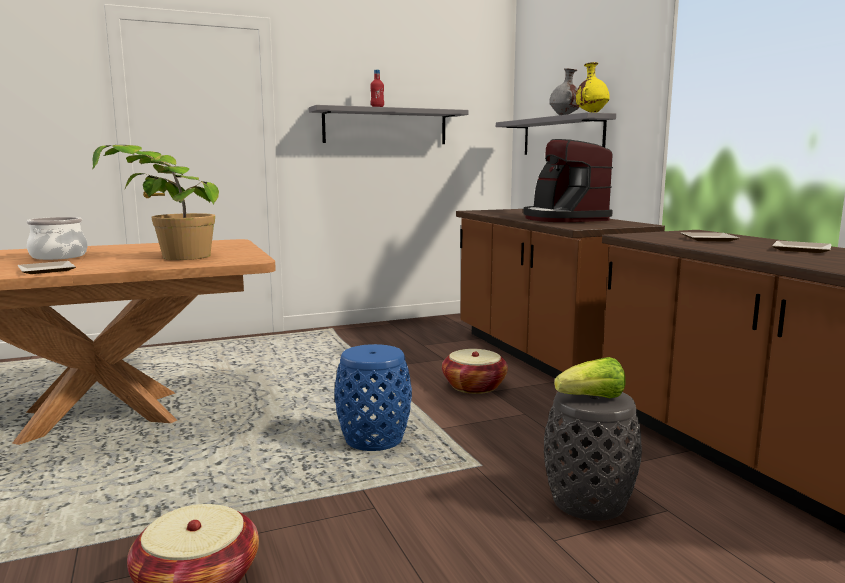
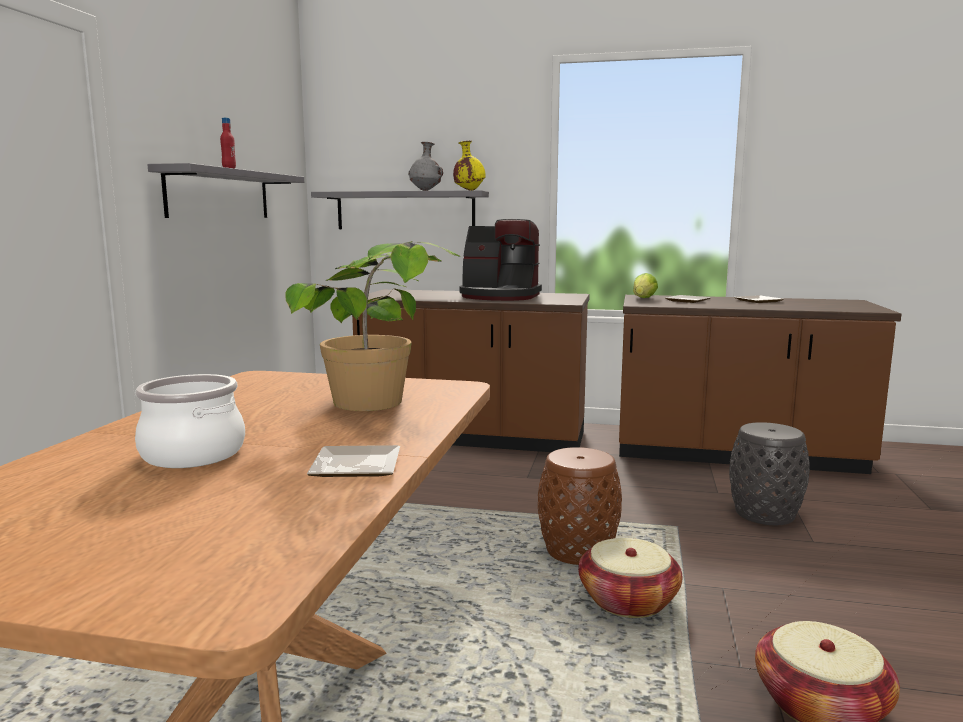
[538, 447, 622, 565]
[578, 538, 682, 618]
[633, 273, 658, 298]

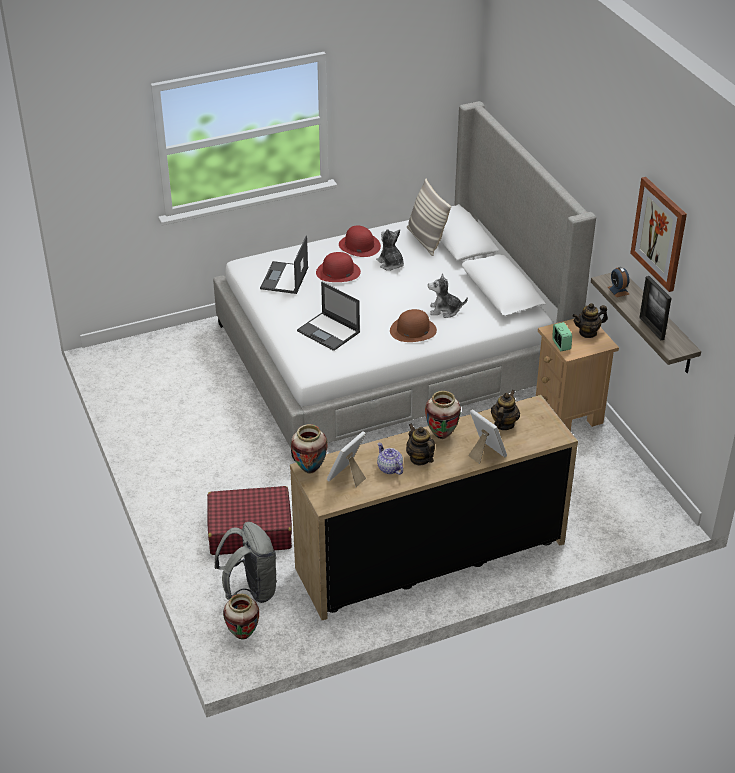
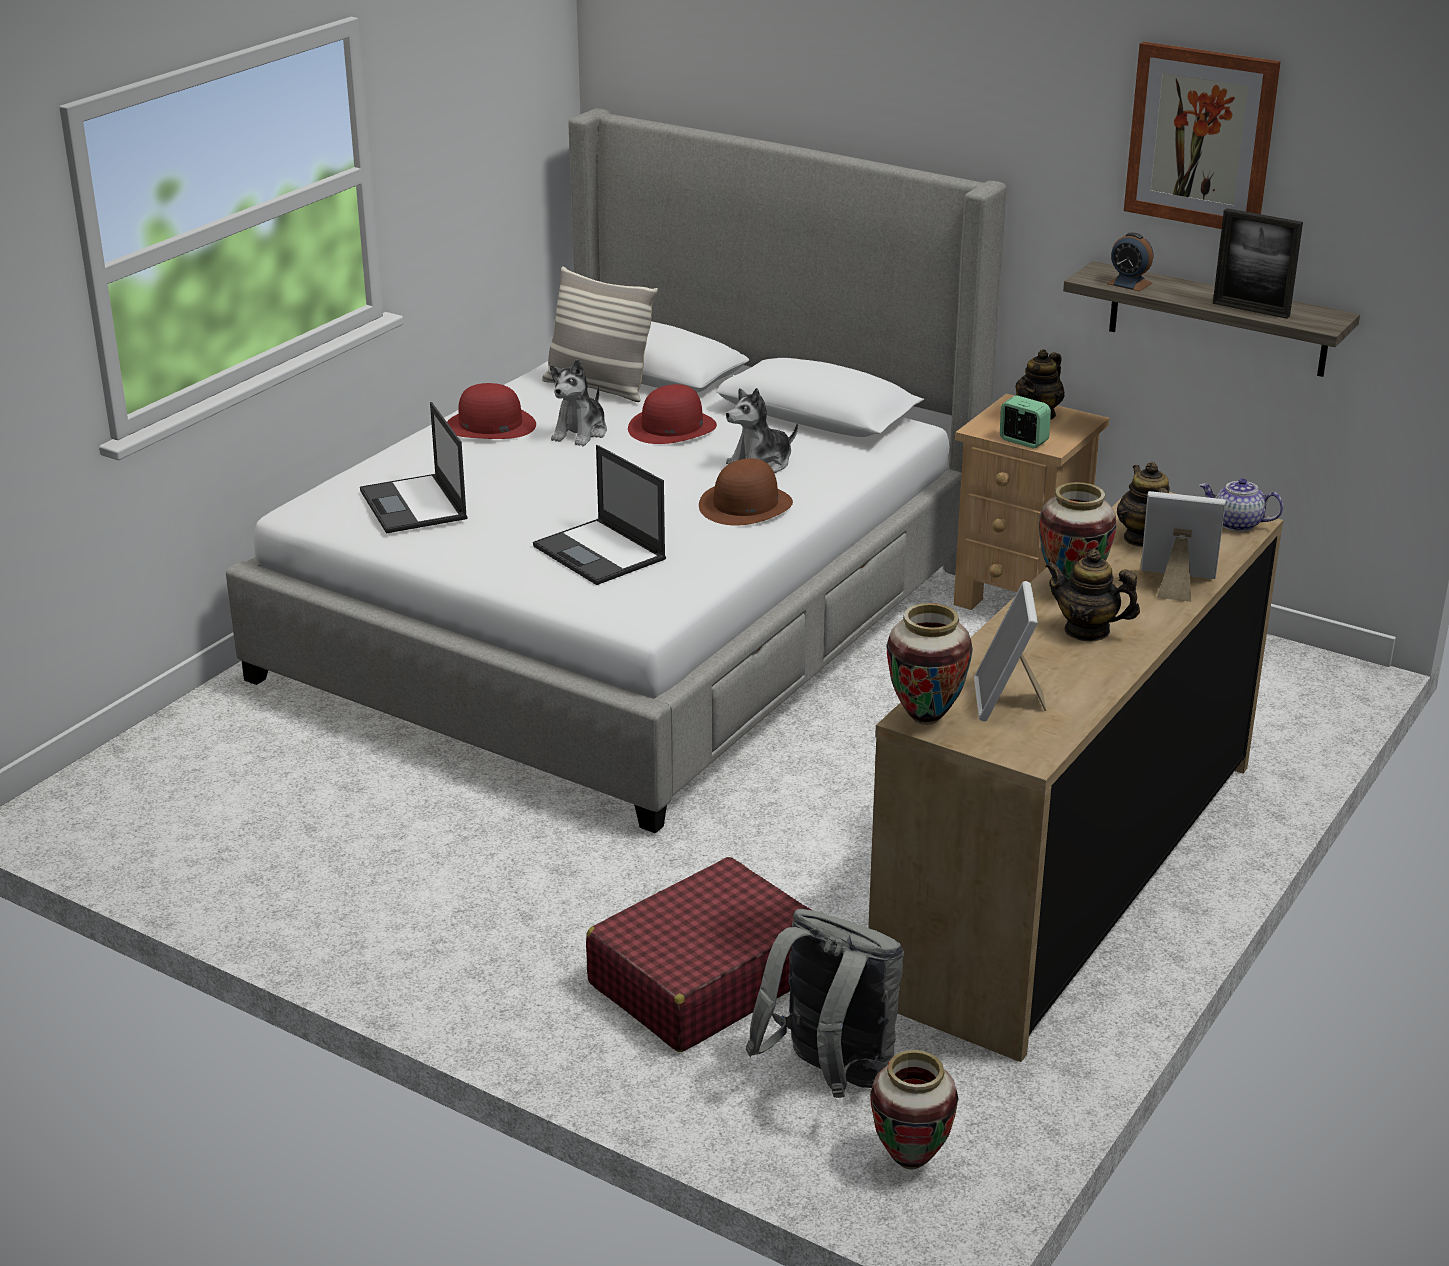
[533, 445, 666, 585]
[550, 359, 607, 446]
[628, 384, 717, 444]
[1200, 478, 1283, 532]

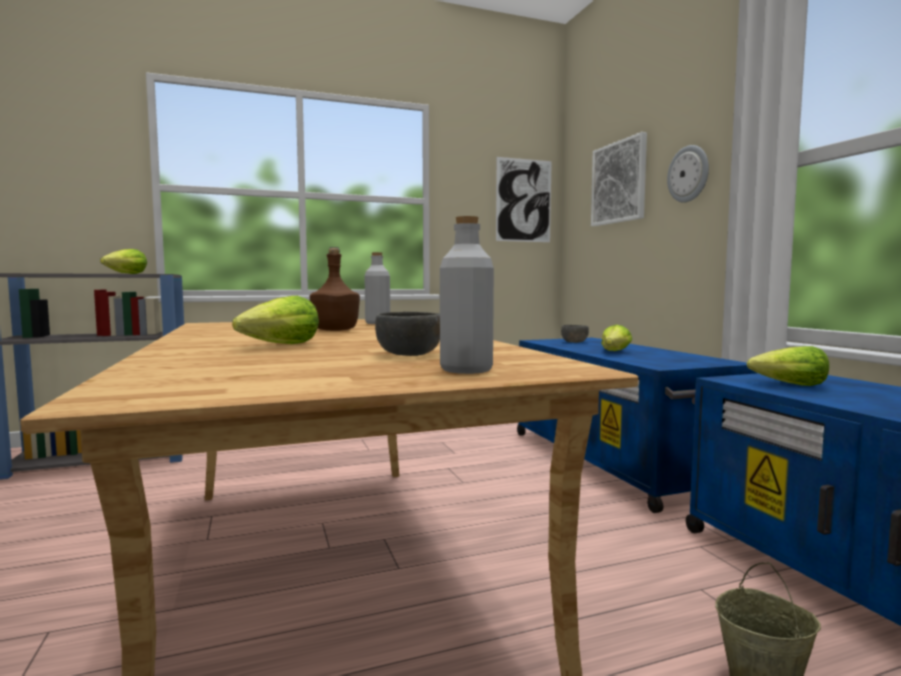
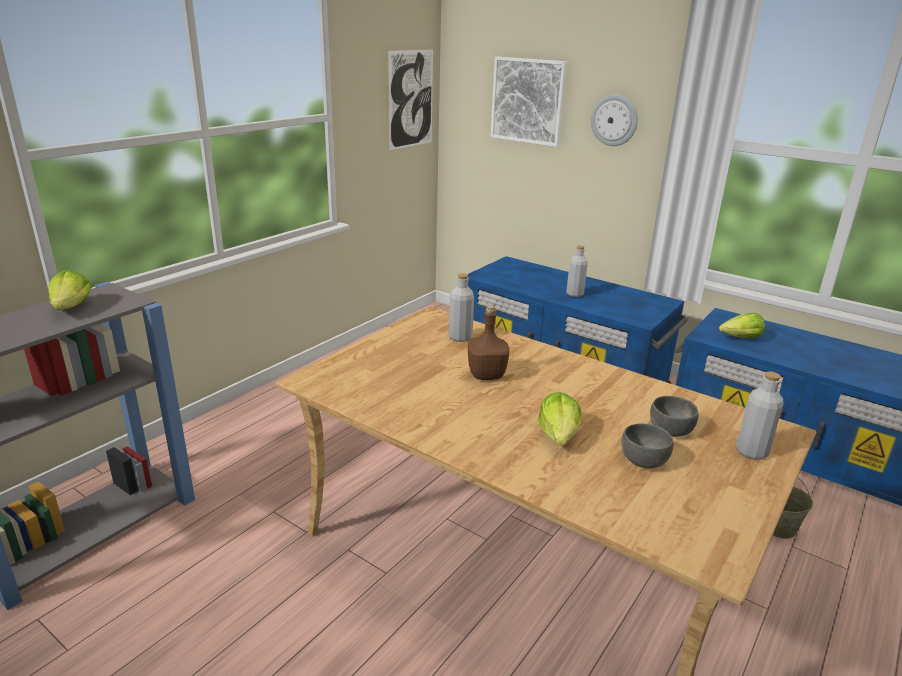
[566, 245, 588, 297]
[621, 423, 673, 469]

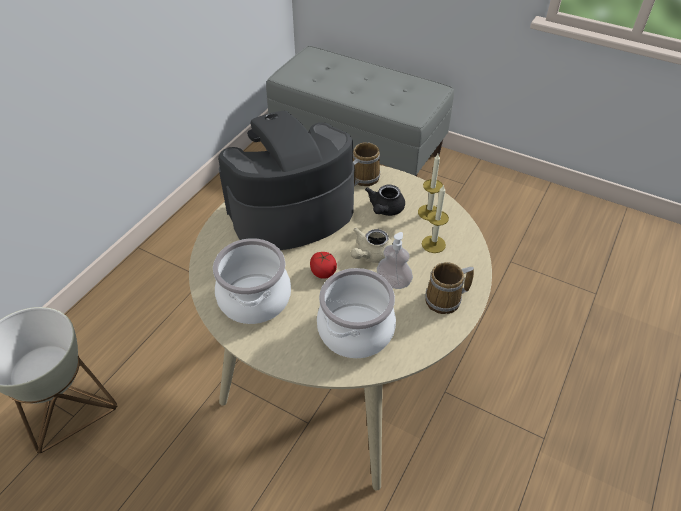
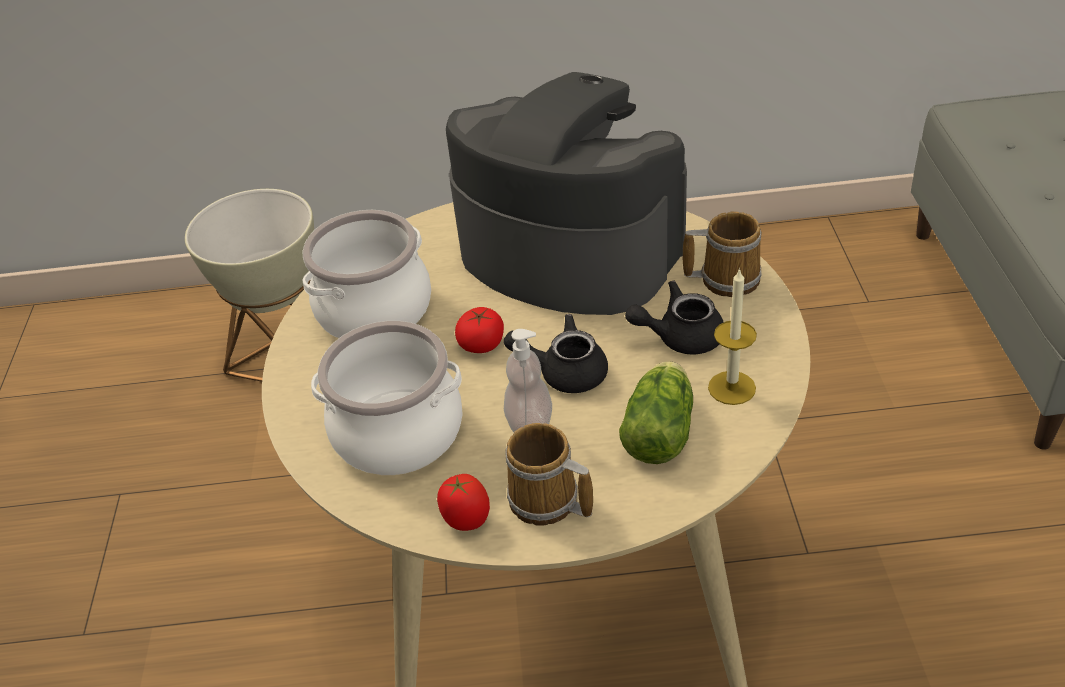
[437, 474, 490, 531]
[504, 314, 608, 393]
[619, 361, 693, 464]

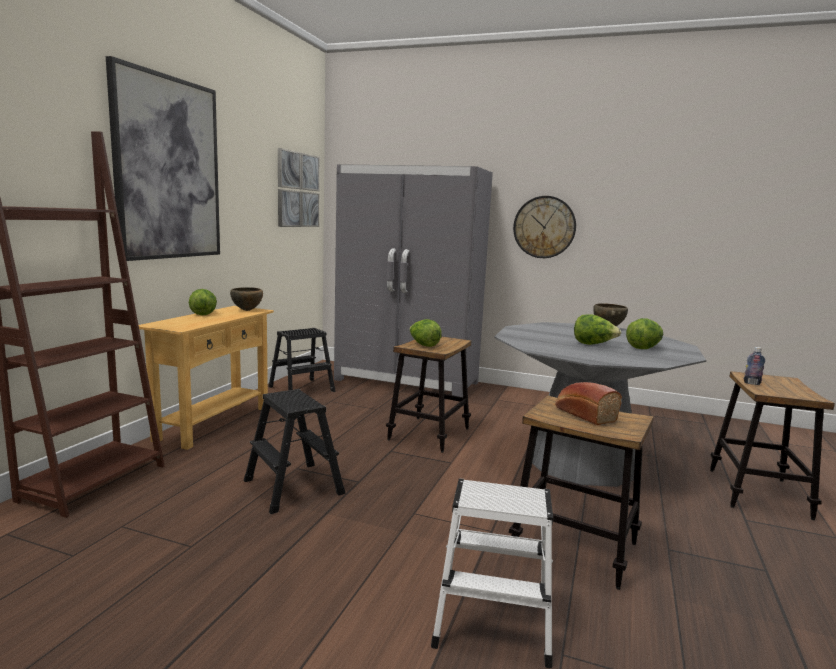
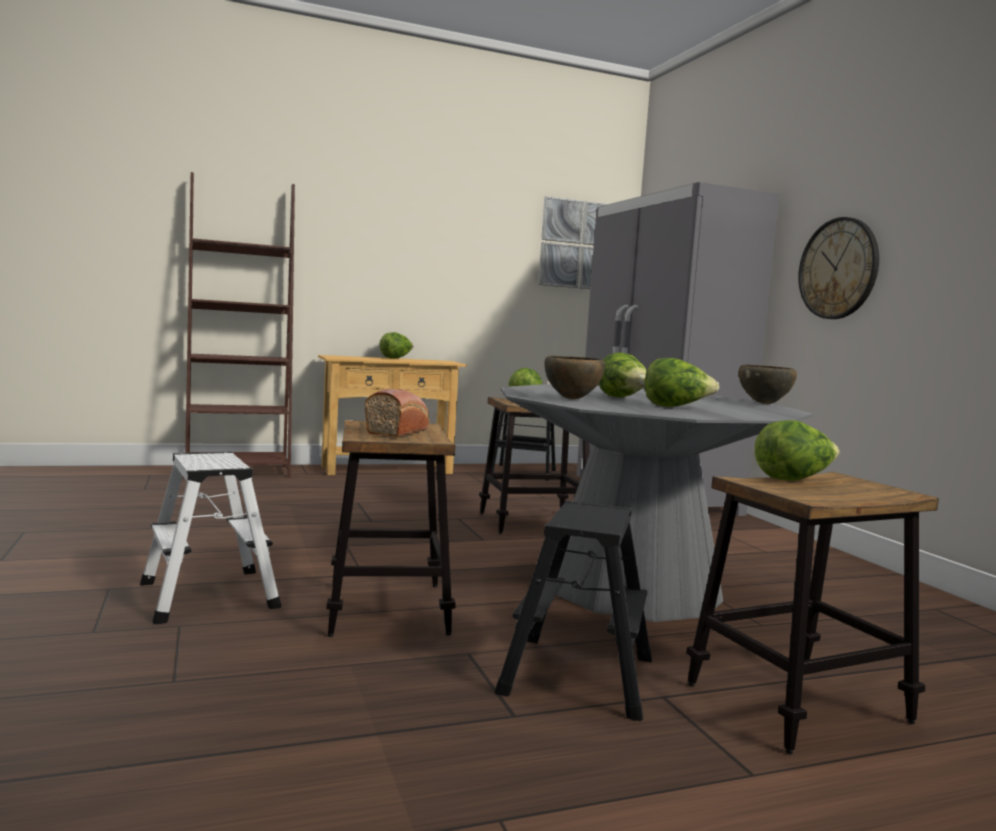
[494, 500, 652, 721]
[544, 356, 605, 400]
[754, 420, 840, 481]
[106, 56, 220, 261] (first image)

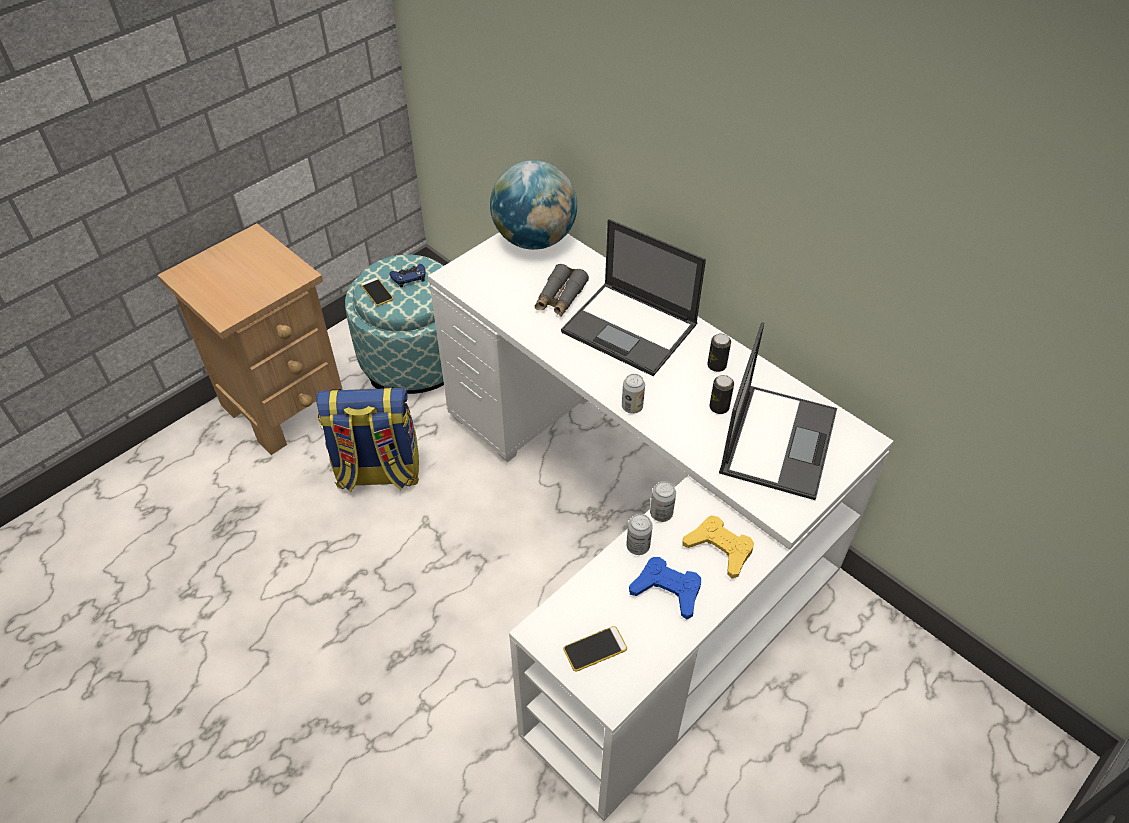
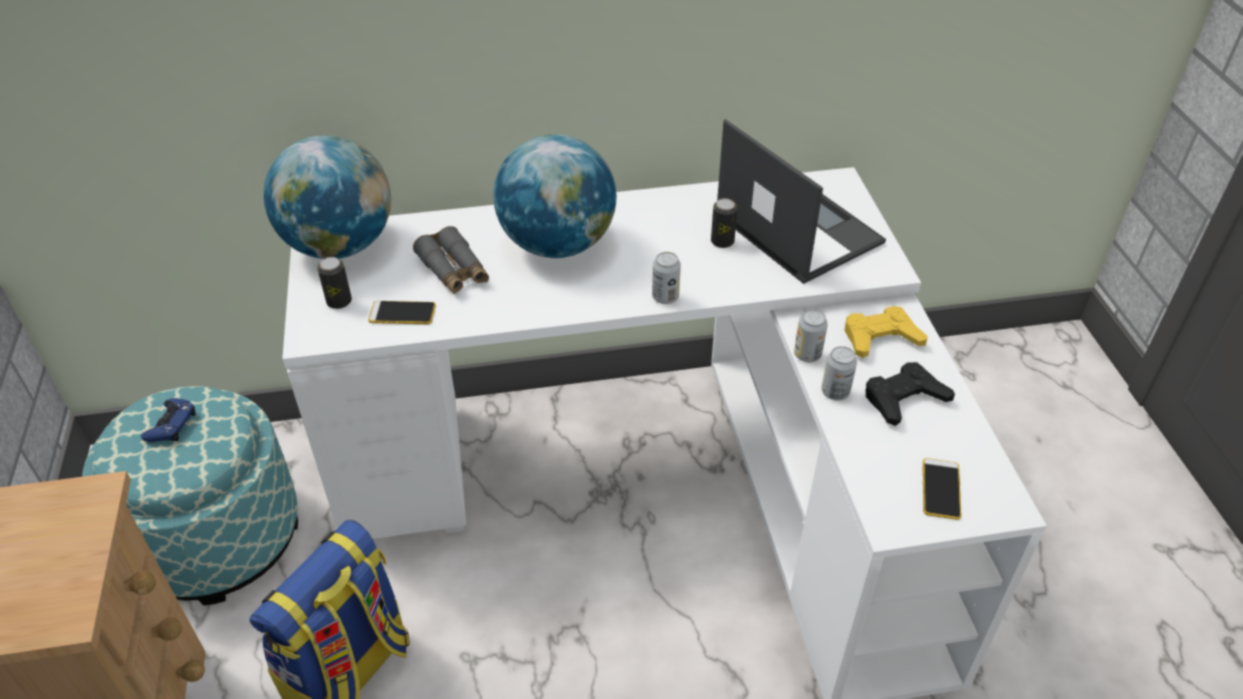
[317, 257, 352, 309]
[368, 301, 436, 324]
[494, 134, 617, 258]
[866, 362, 955, 426]

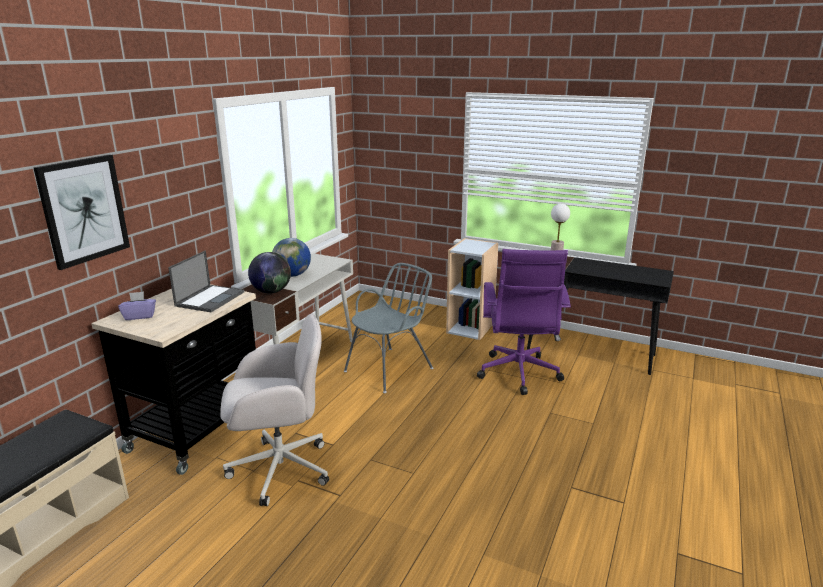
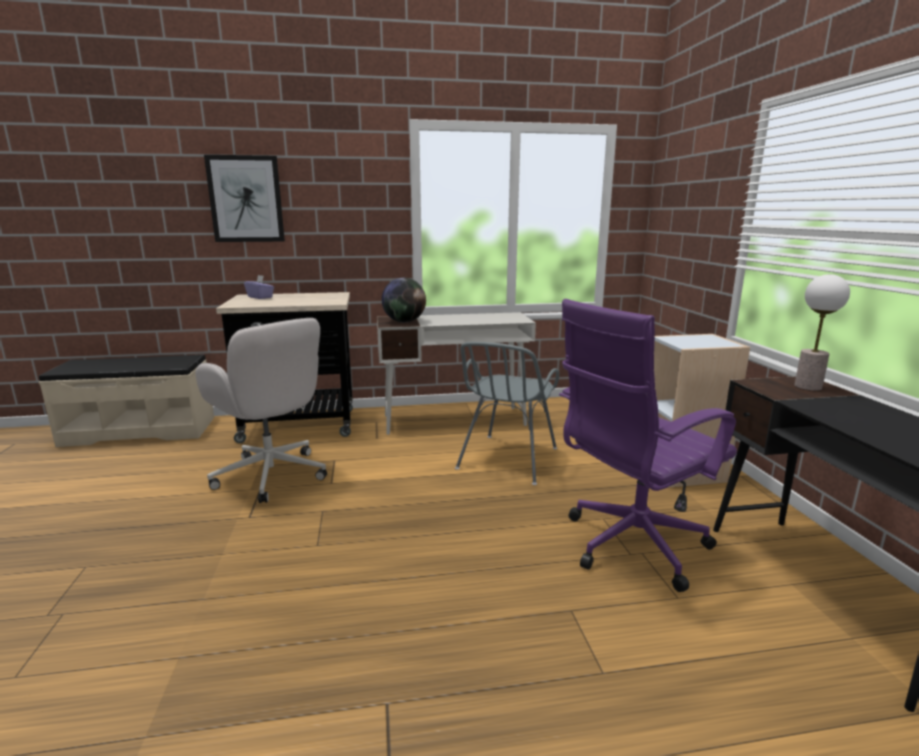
[455, 342, 559, 485]
[168, 251, 244, 312] (first image)
[272, 238, 311, 277] (first image)

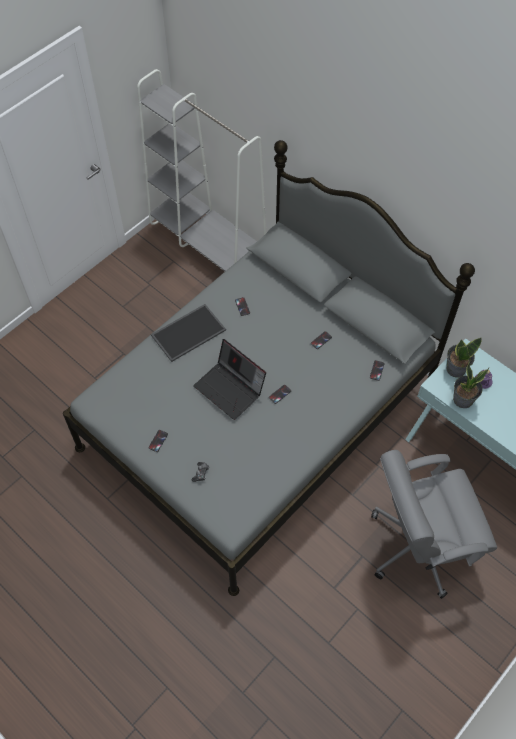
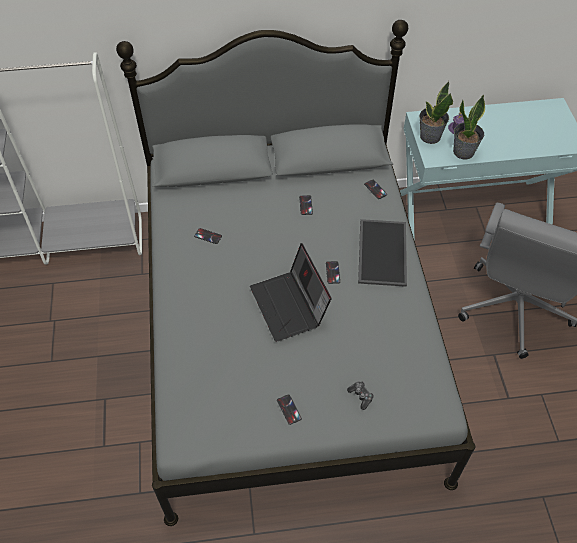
[250, 243, 332, 342]
[358, 219, 407, 287]

